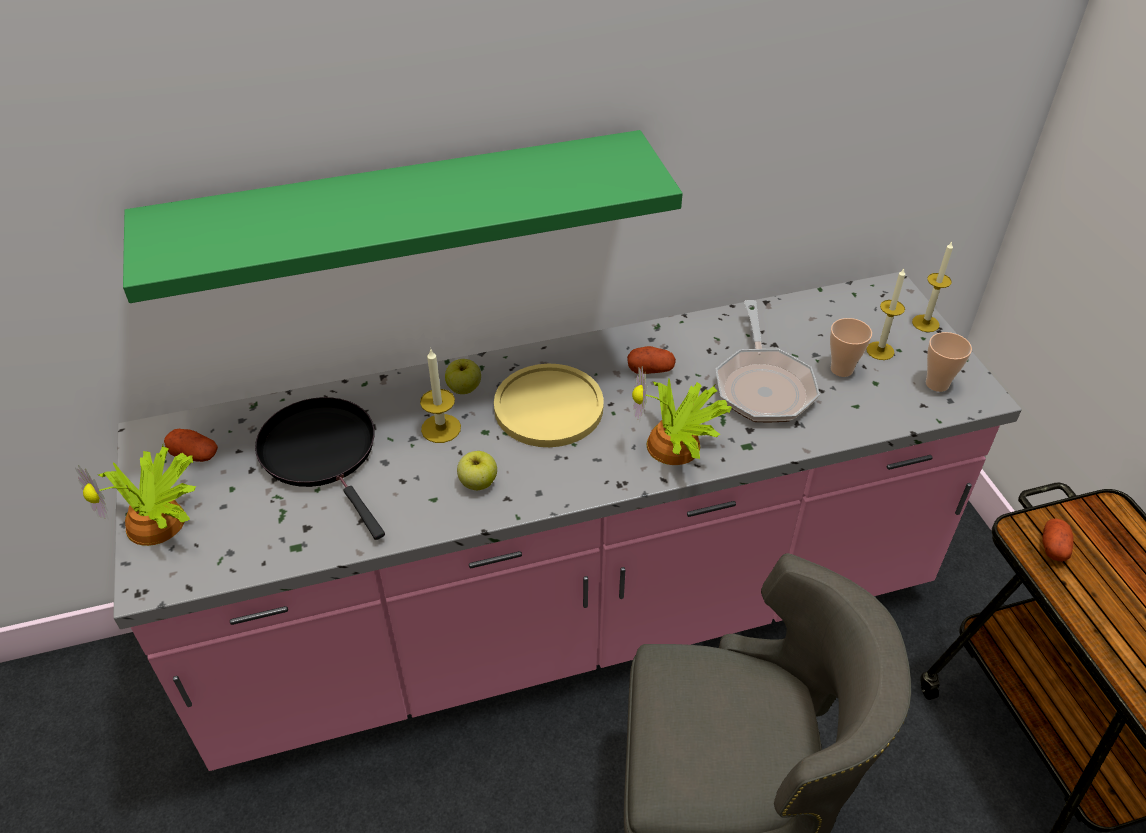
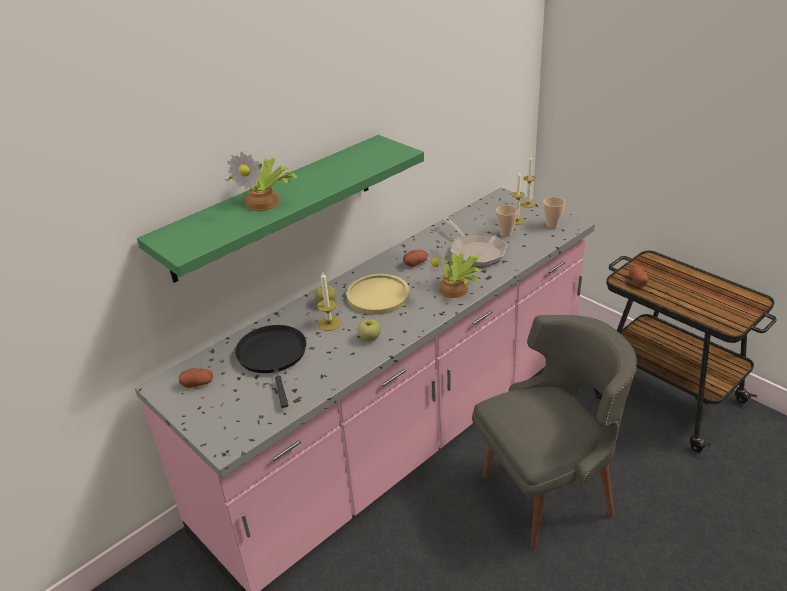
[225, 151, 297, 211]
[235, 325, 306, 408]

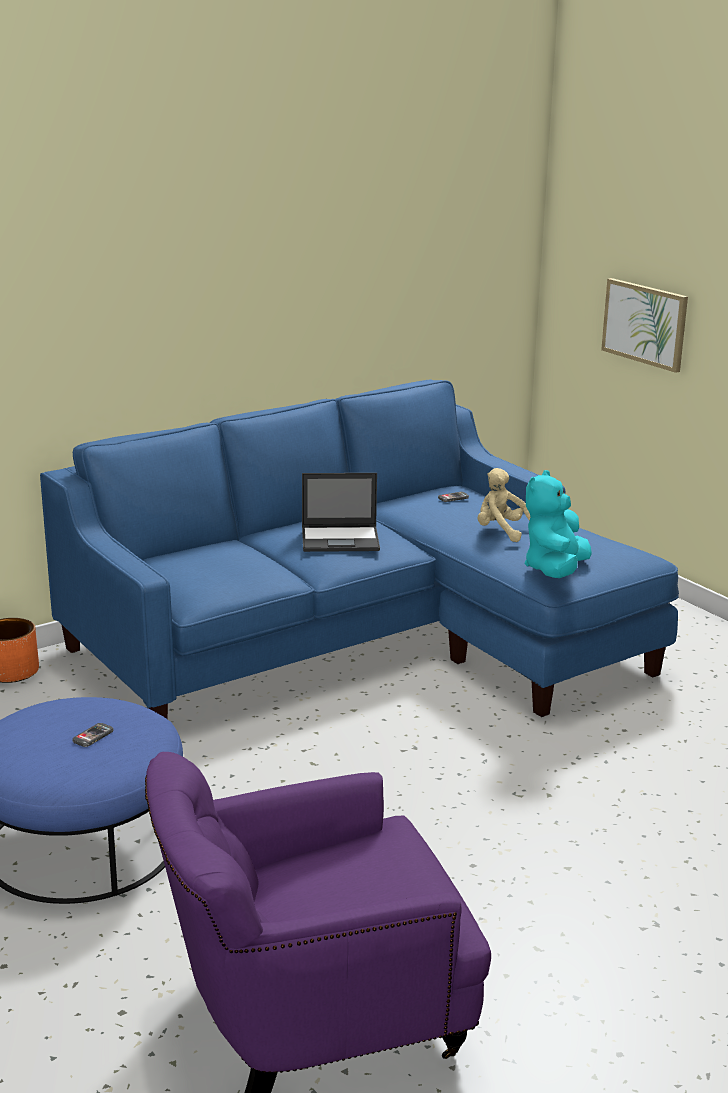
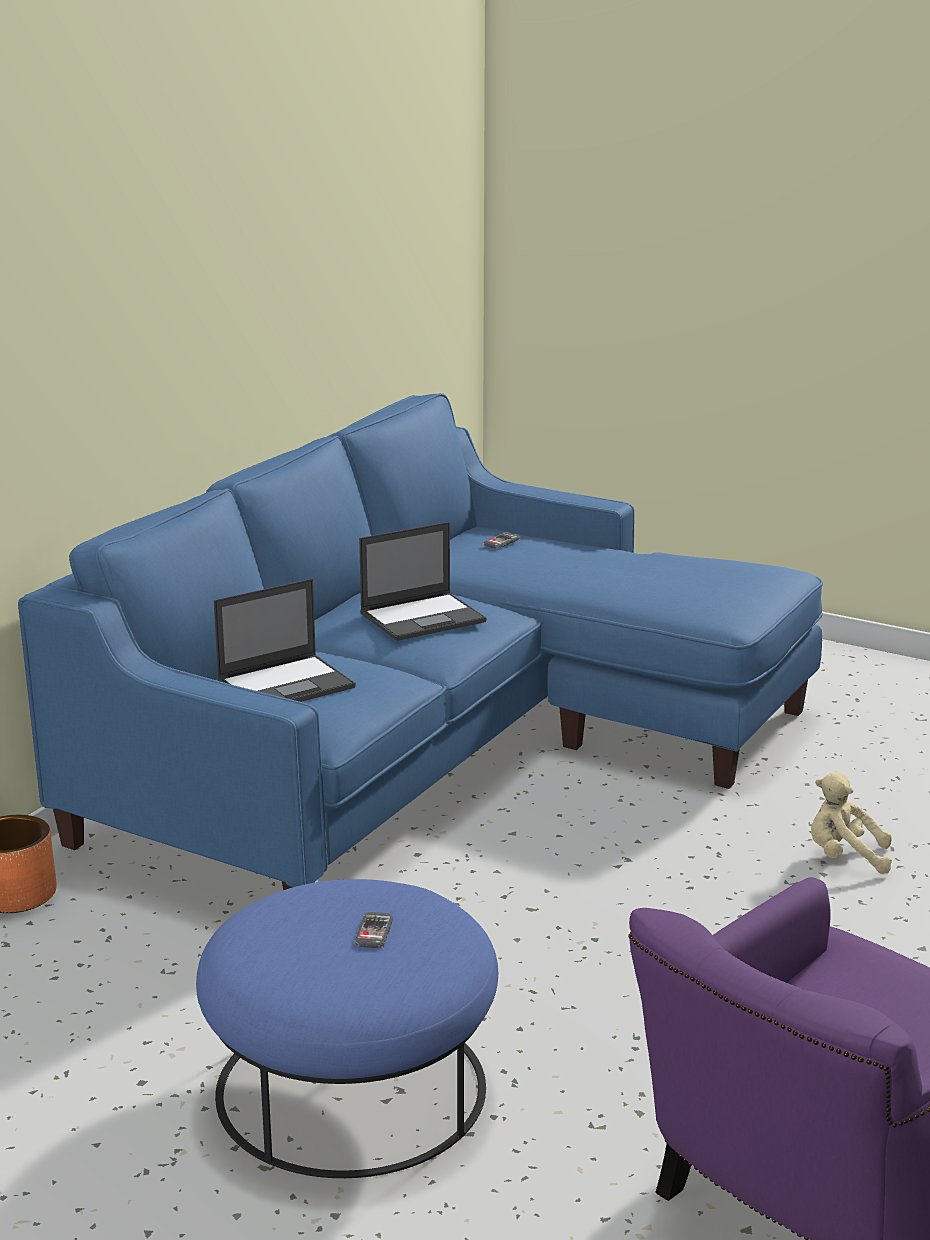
[214, 579, 356, 702]
[811, 772, 892, 874]
[525, 470, 592, 578] (first image)
[601, 278, 688, 373] (first image)

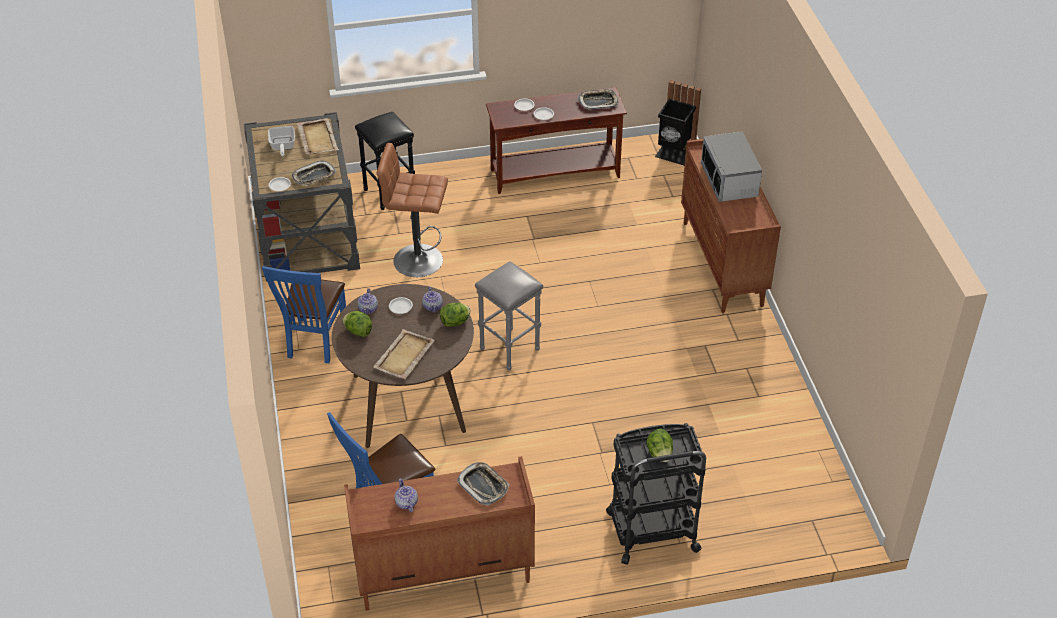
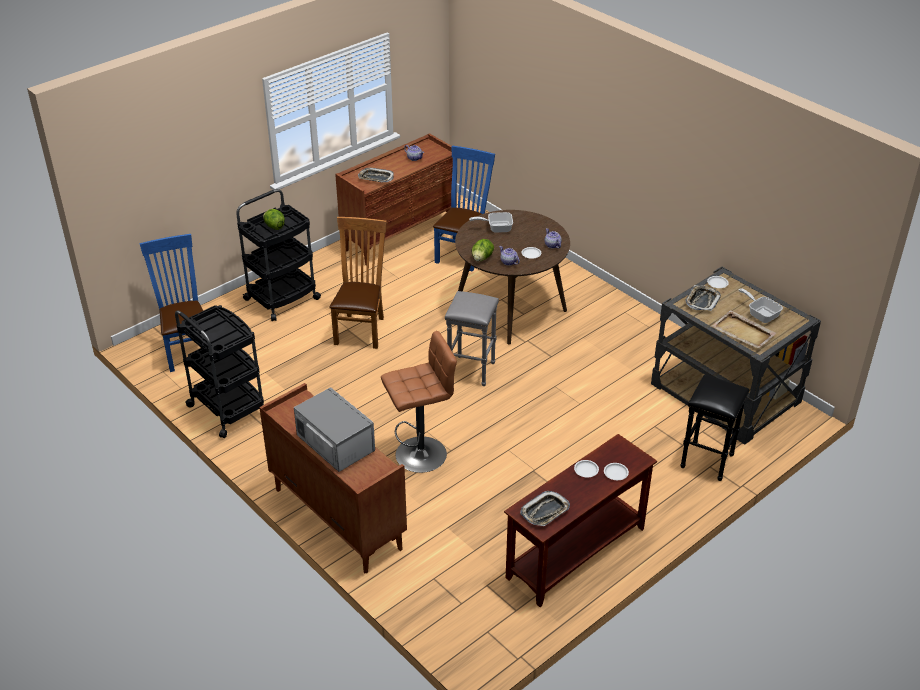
[139, 234, 203, 372]
[175, 305, 264, 438]
[329, 217, 386, 349]
[381, 331, 457, 473]
[469, 212, 513, 233]
[342, 311, 372, 337] (first image)
[655, 80, 701, 166] (first image)

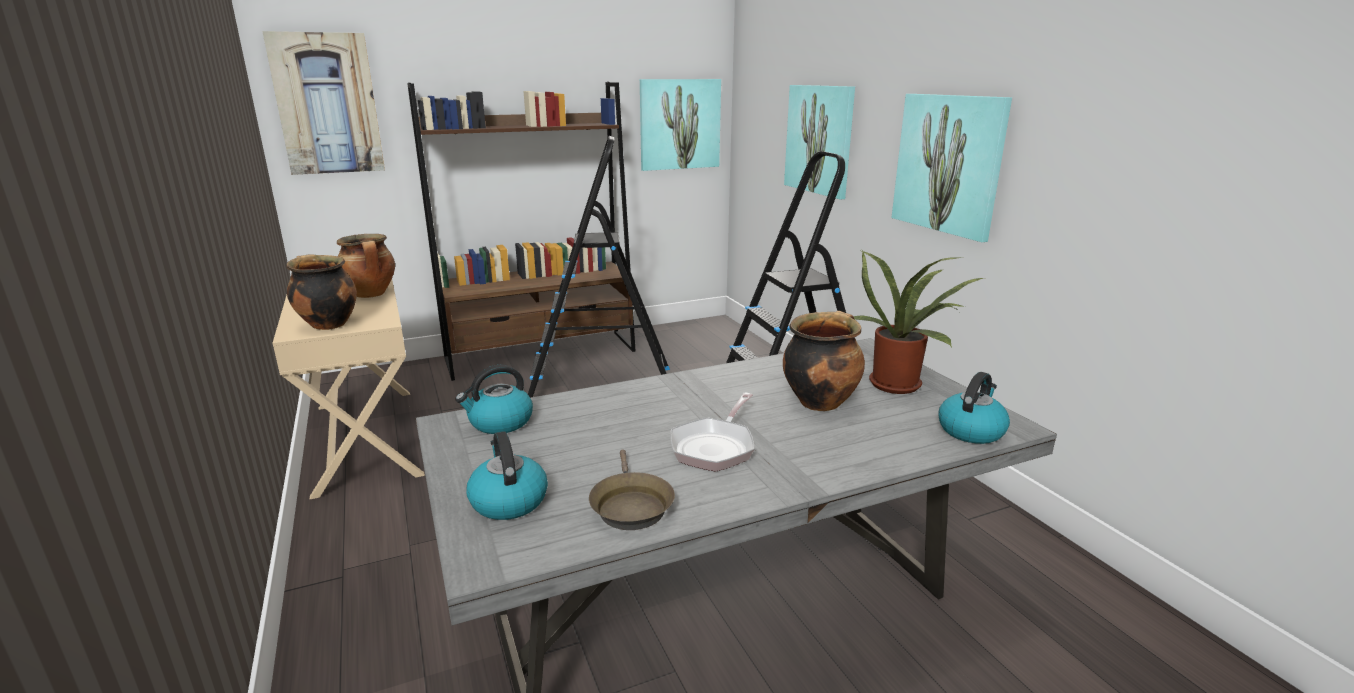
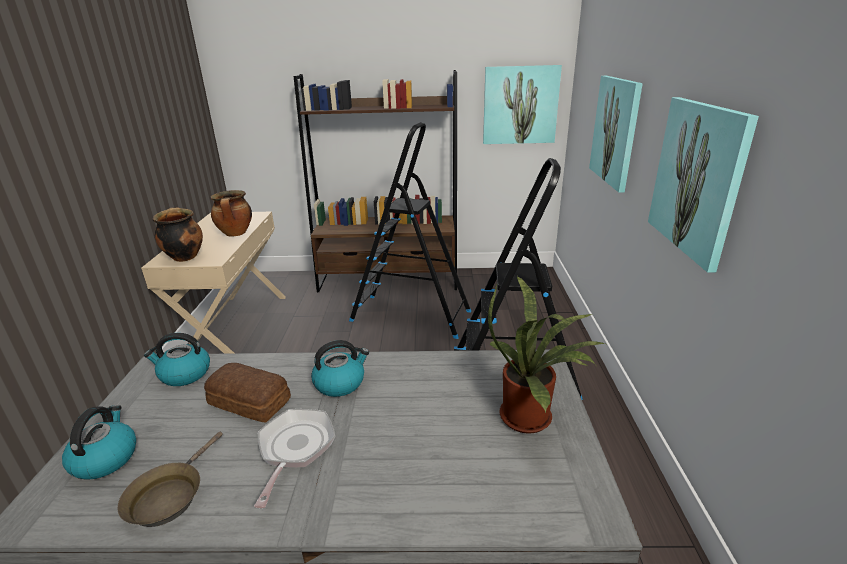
[204, 363, 291, 422]
[254, 409, 335, 508]
[311, 340, 369, 397]
[262, 31, 385, 175] (first image)
[783, 311, 865, 411] (first image)

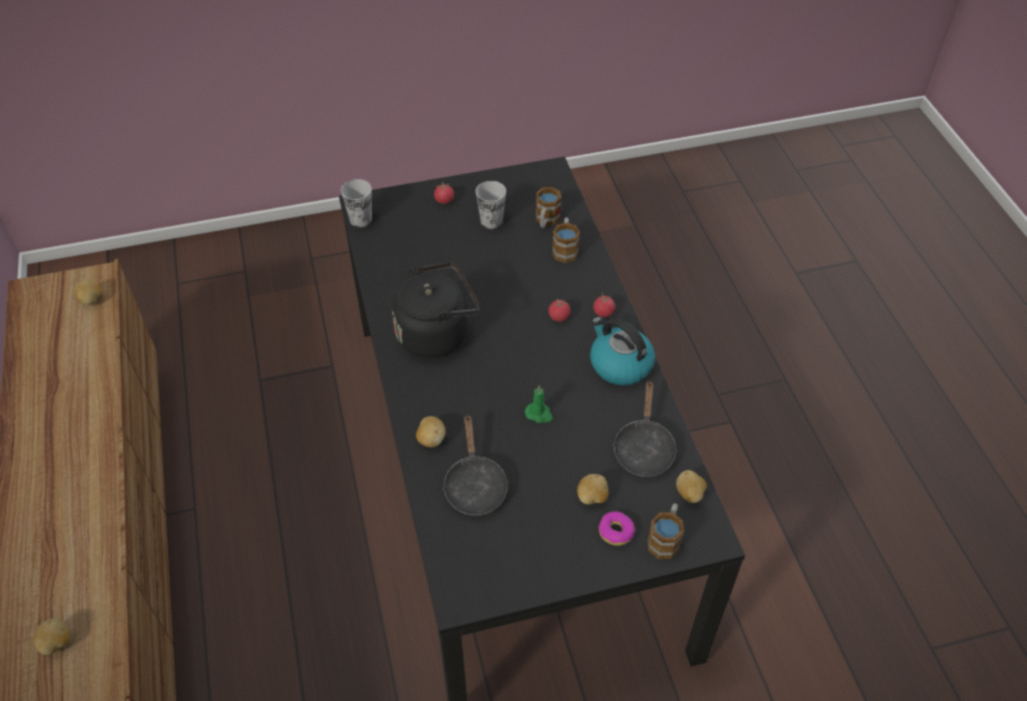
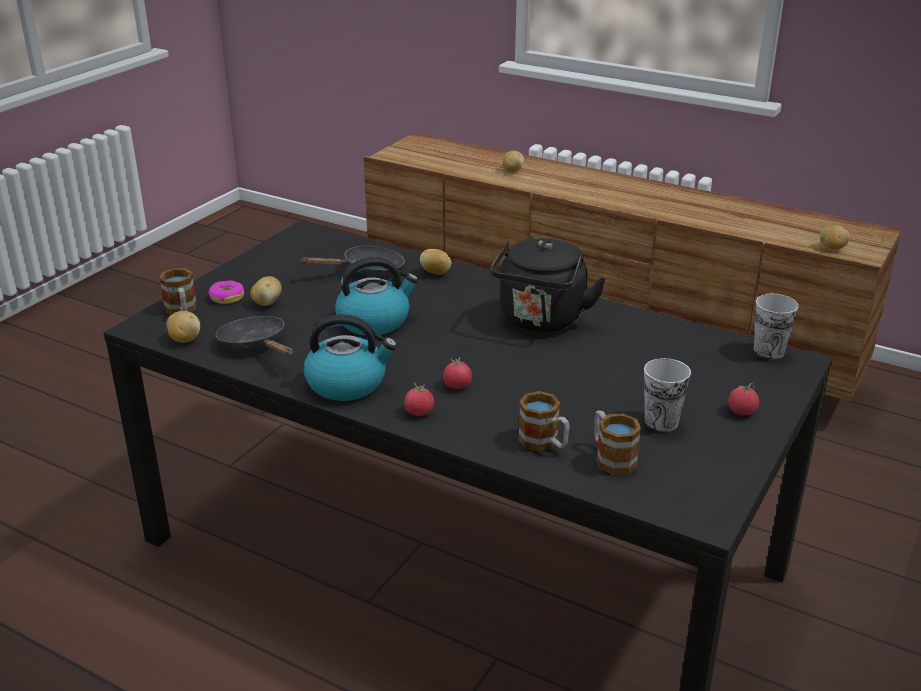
[300, 245, 405, 276]
[335, 257, 418, 336]

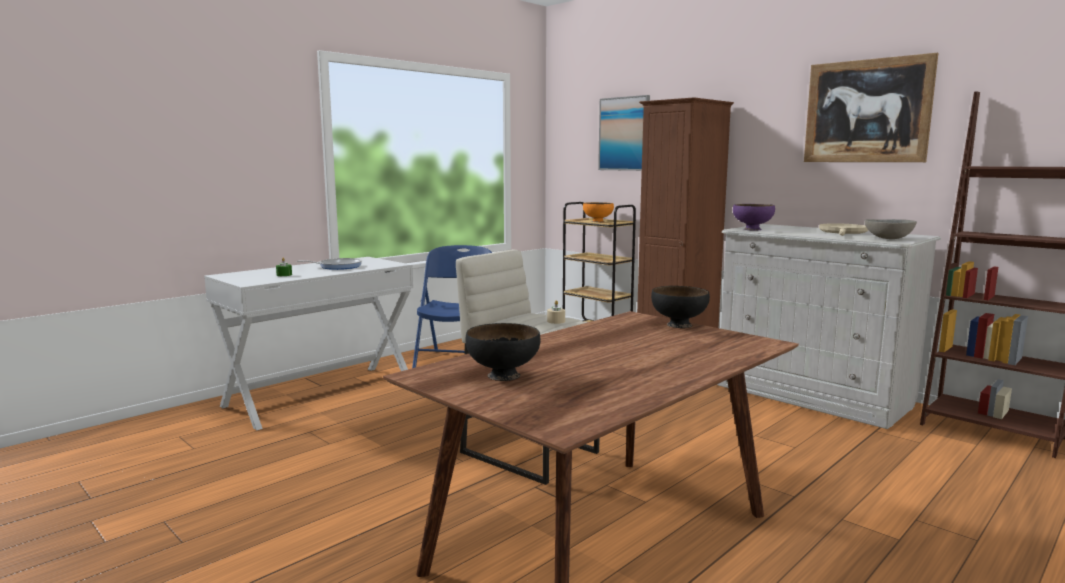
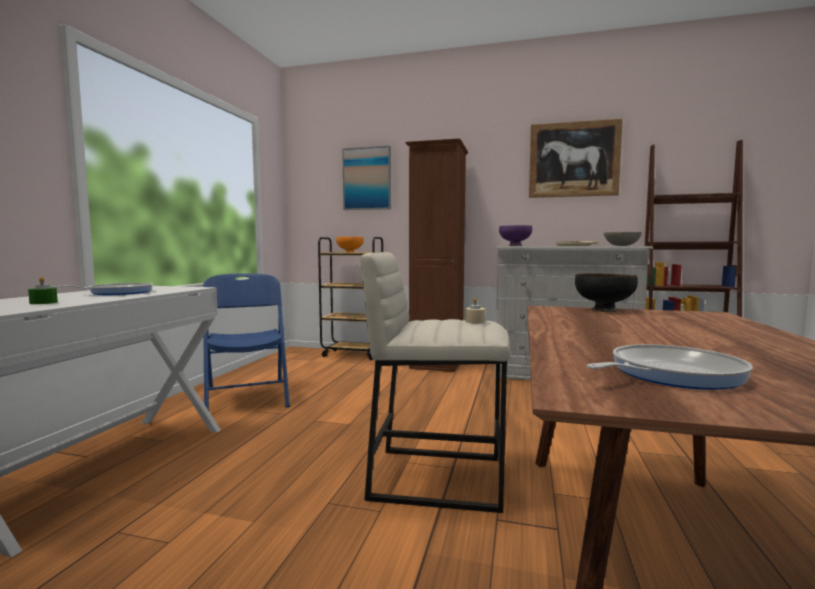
[586, 344, 753, 390]

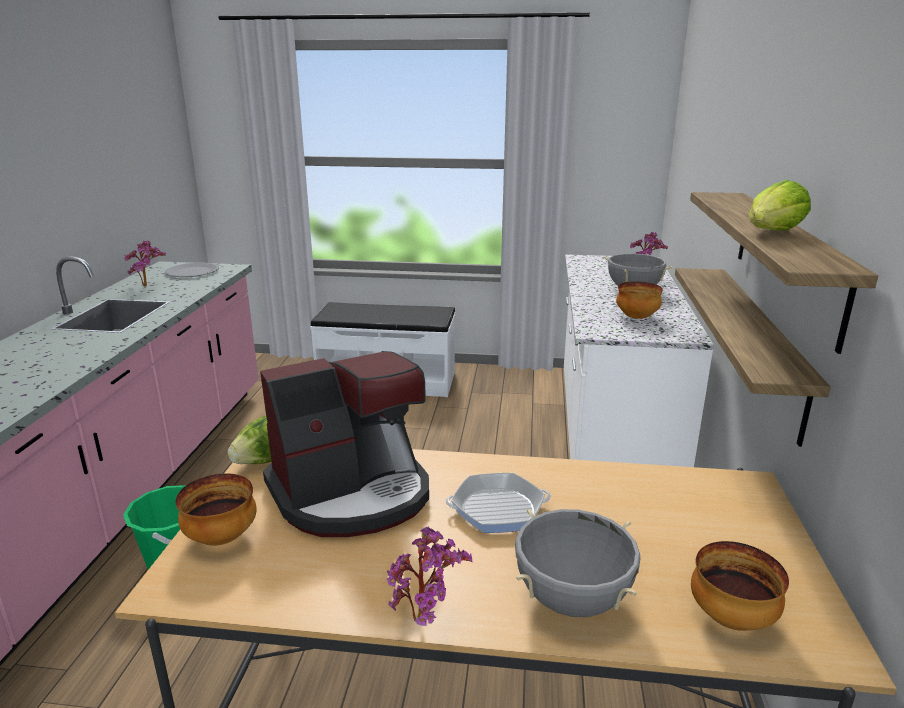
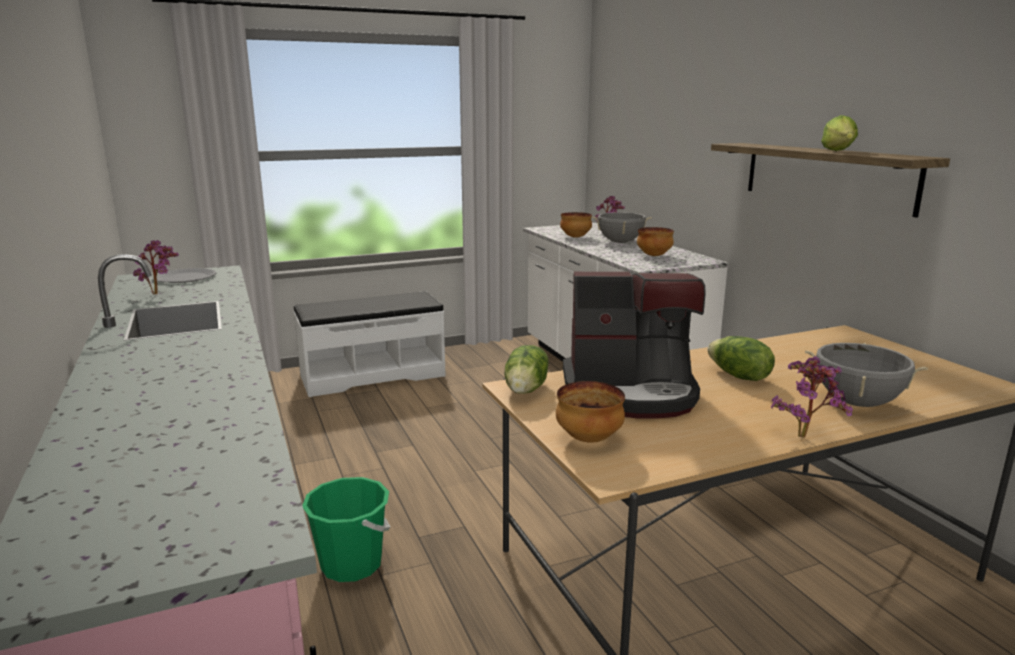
[560, 212, 592, 238]
[563, 272, 705, 419]
[708, 336, 775, 381]
[675, 268, 831, 447] (first image)

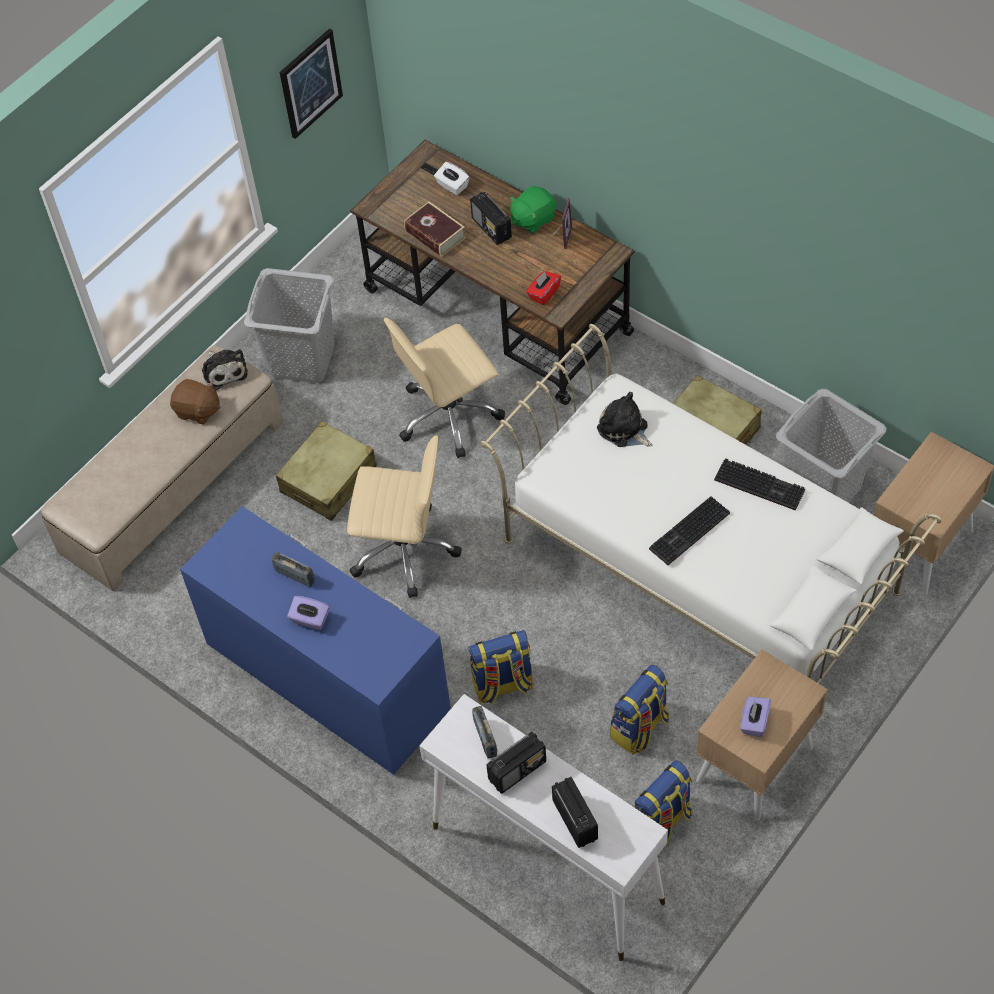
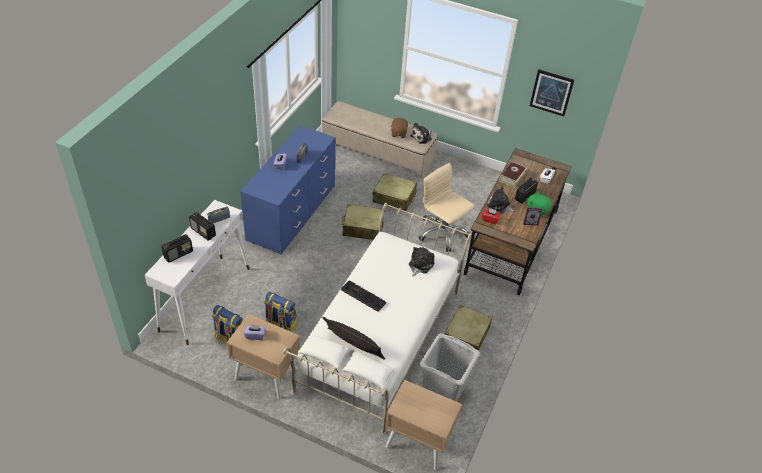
[323, 317, 385, 360]
[342, 204, 384, 240]
[487, 186, 515, 213]
[244, 268, 335, 383] (first image)
[468, 630, 534, 704] (first image)
[714, 458, 805, 510] (first image)

